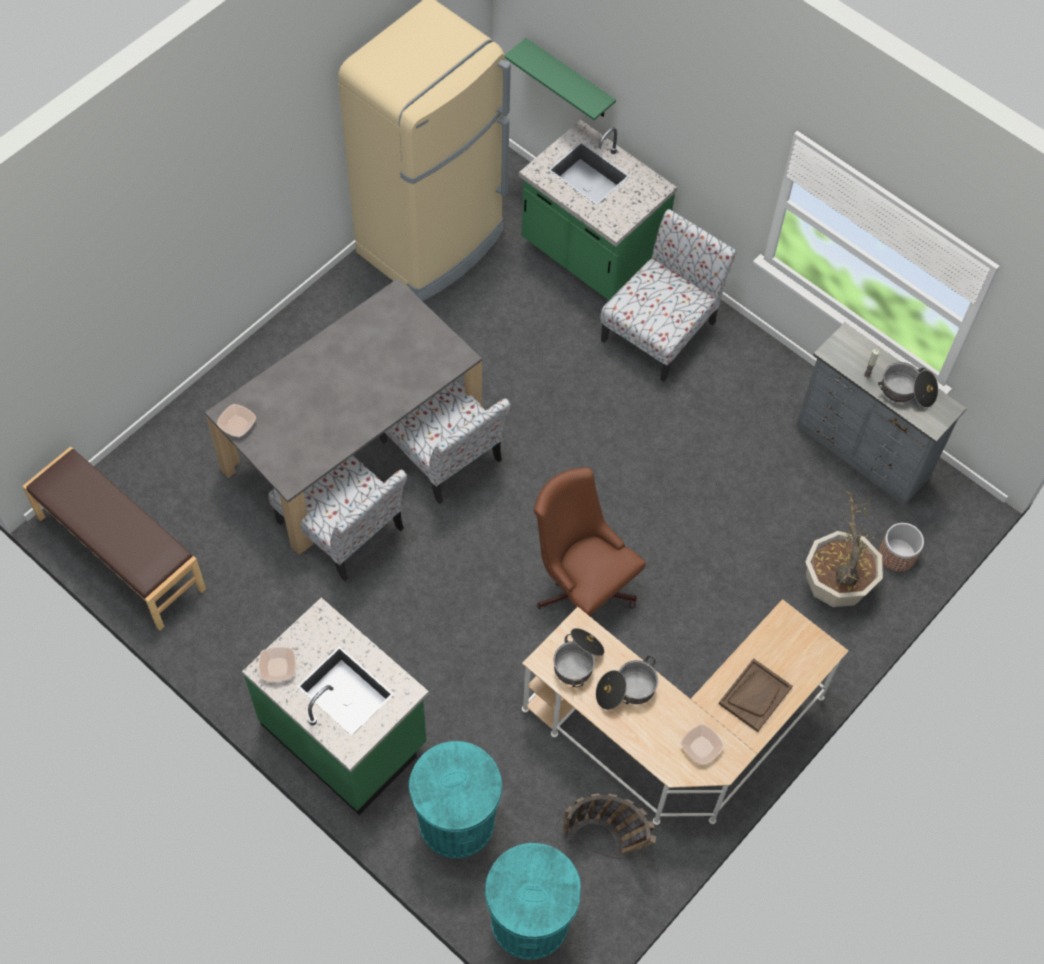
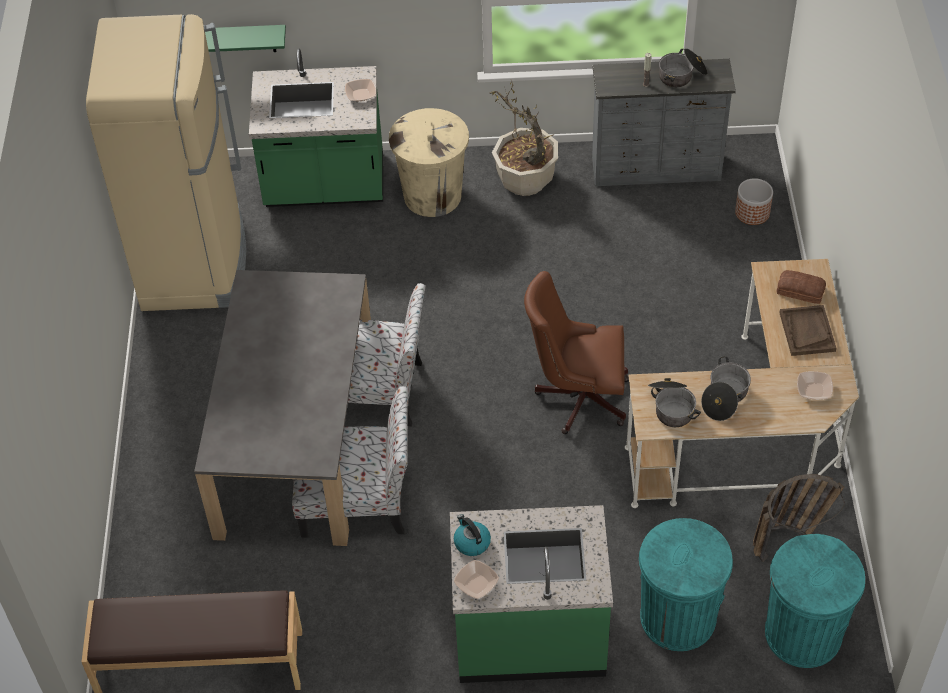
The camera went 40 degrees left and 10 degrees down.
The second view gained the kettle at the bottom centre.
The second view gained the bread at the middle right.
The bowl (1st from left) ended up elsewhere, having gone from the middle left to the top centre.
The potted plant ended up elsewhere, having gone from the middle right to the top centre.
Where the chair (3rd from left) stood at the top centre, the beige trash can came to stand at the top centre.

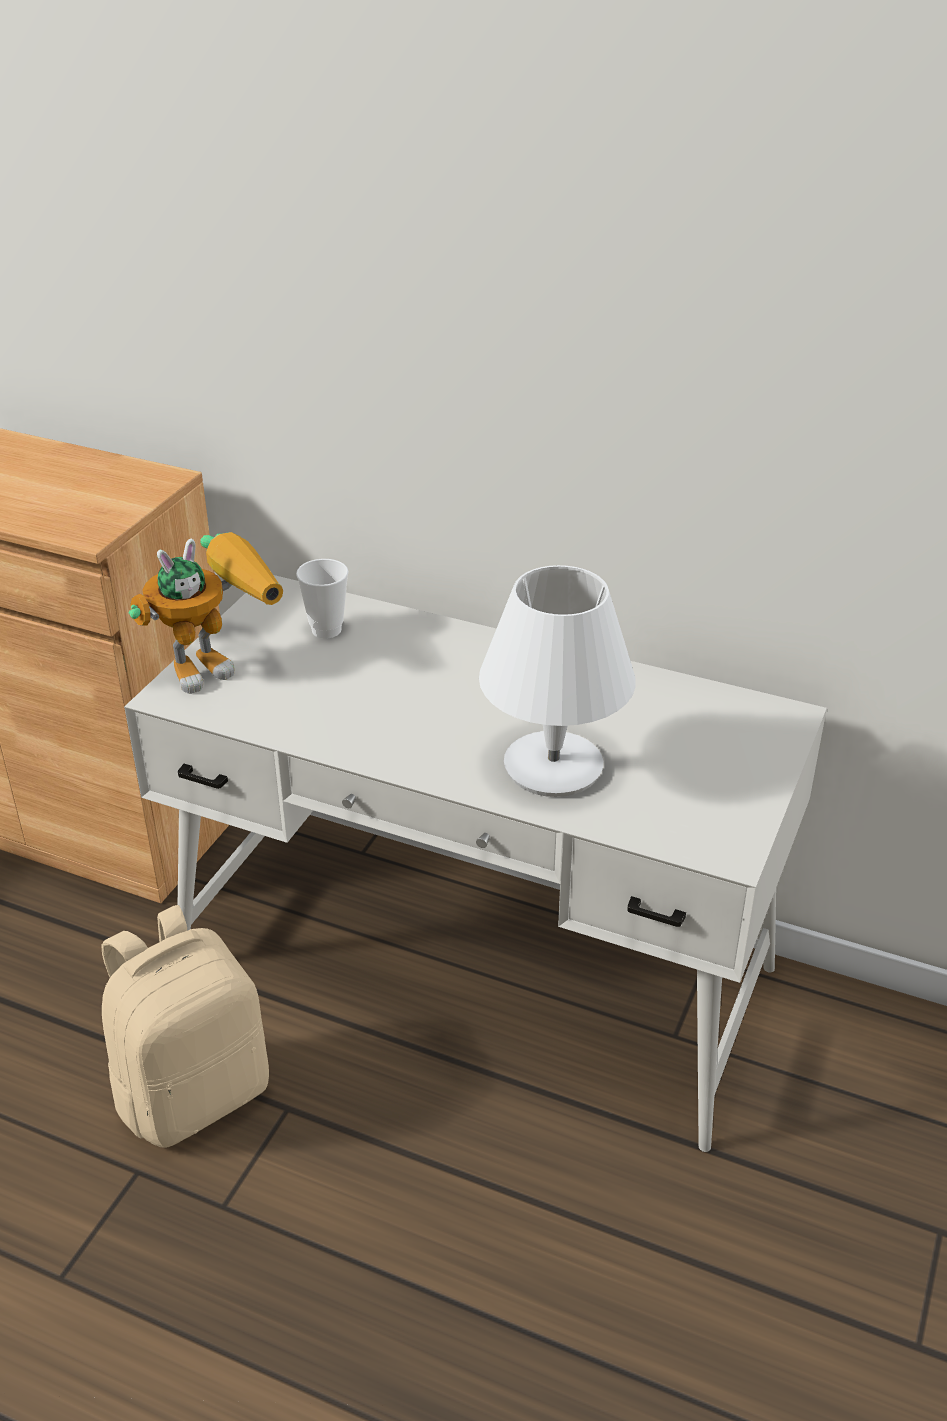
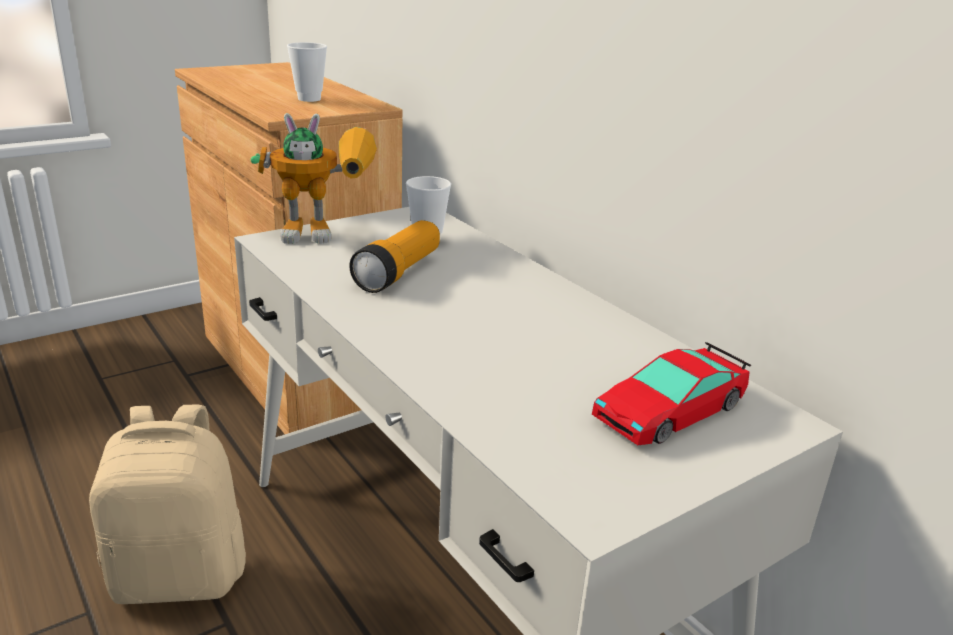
The camera went 30 degrees right and 10 degrees down.
The second view lost the white table lamp at the centre.
The second view gained the cup (1st from left) at the top left.
The second view gained the flashlight at the centre.
The second view gained the toy car at the middle right.

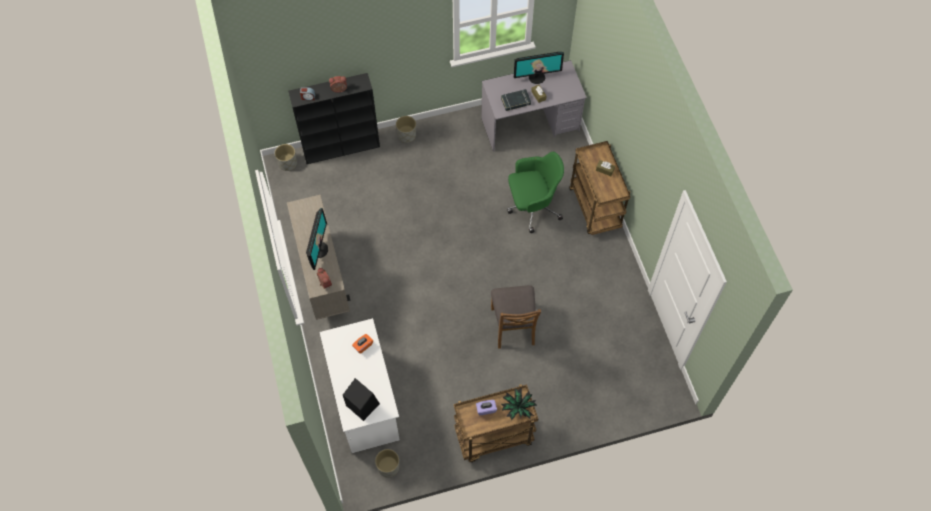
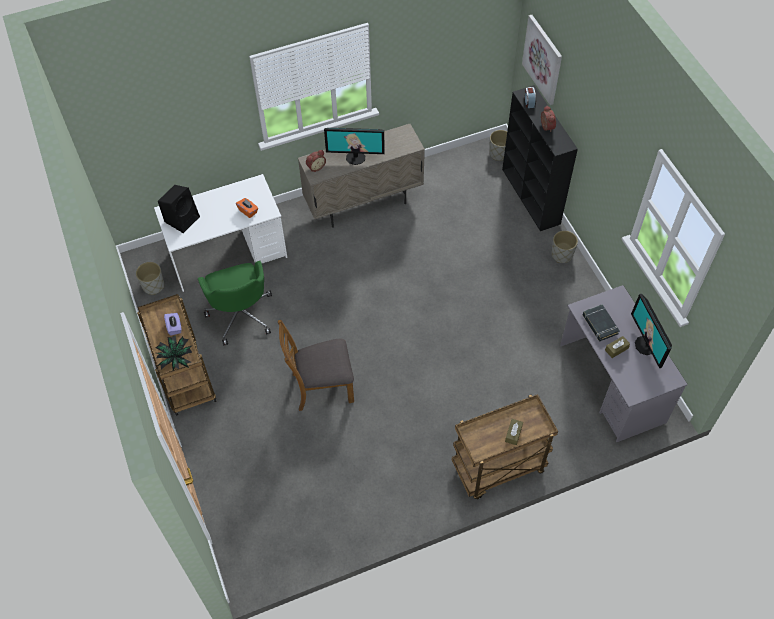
The camera went 85 degrees right and 5 degrees down.
The second view gained the picture at the top right.
The green office chair ended up elsewhere, having gone from the centre to the middle left.

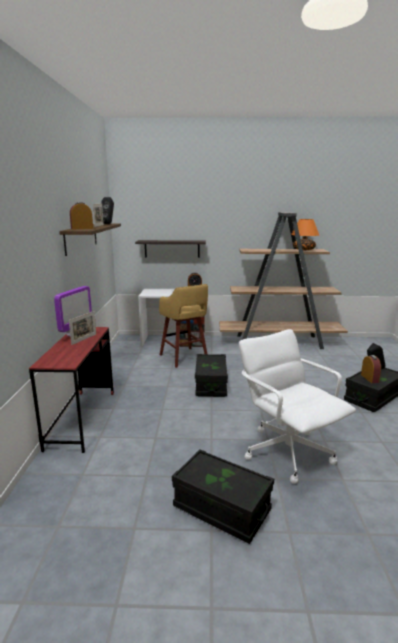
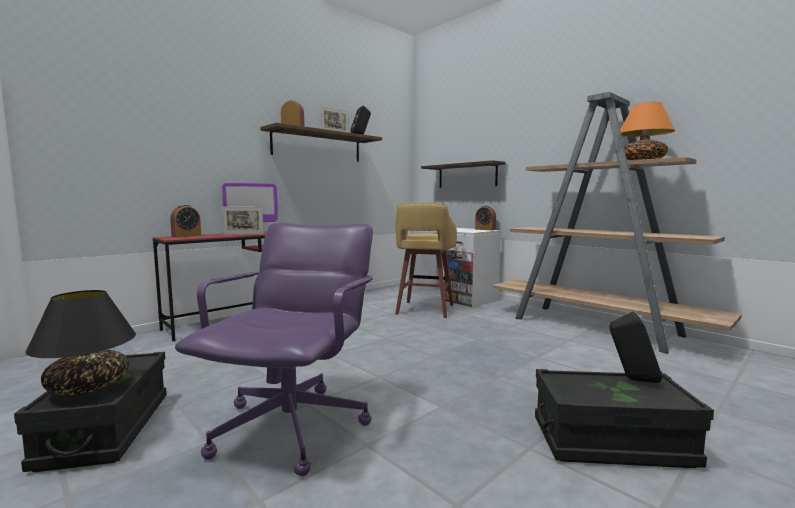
The camera went 45 degrees right and 10 degrees down.
The second view lost the black storage box (1st from left) at the centre.
The second view gained the black table lamp at the bottom left.
The alarm clock (3rd from left in the first image) ended up elsewhere, having gone from the middle right to the middle left.
What was the white office chair at the middle right turned into the purple office chair at the bottom centre.

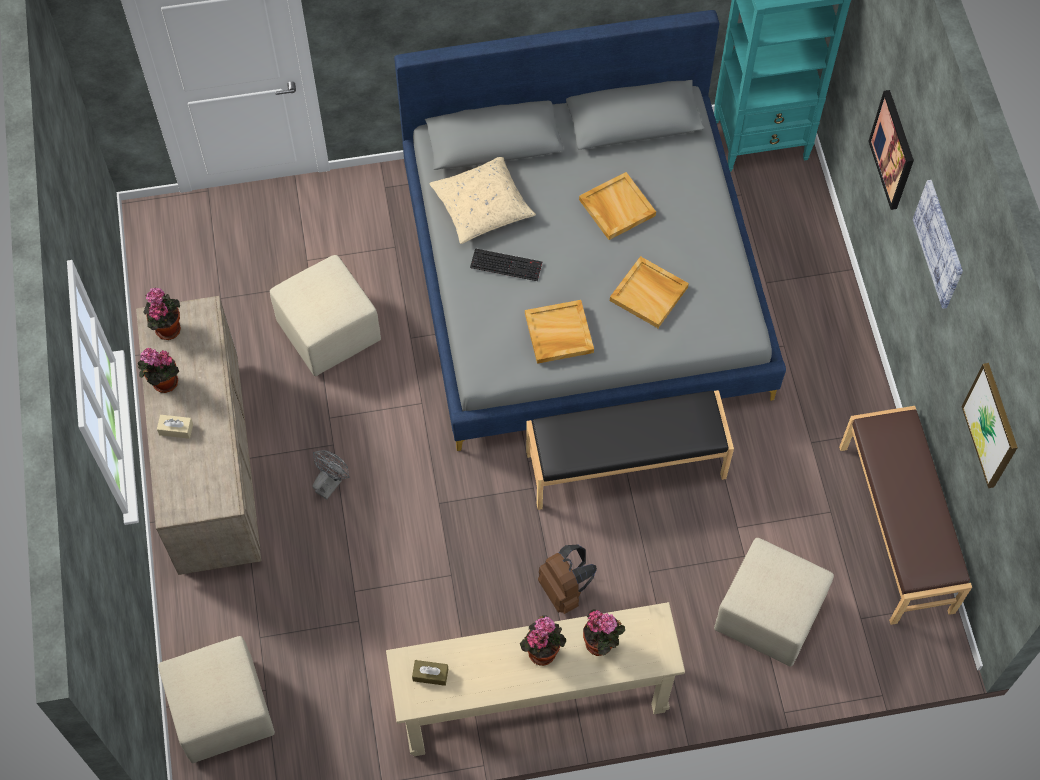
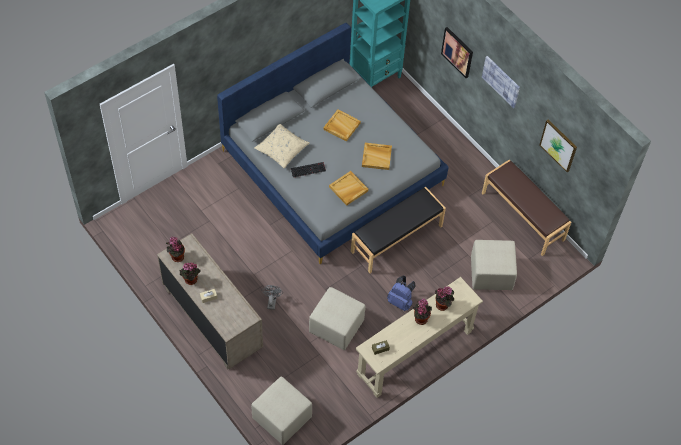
The camera went 30 degrees left and 5 degrees down.
The beige ottoman (2nd from left) ended up elsewhere, having gone from the middle left to the bottom centre.
What was the brown backpack at the bottom centre turned into the blue backpack at the centre.

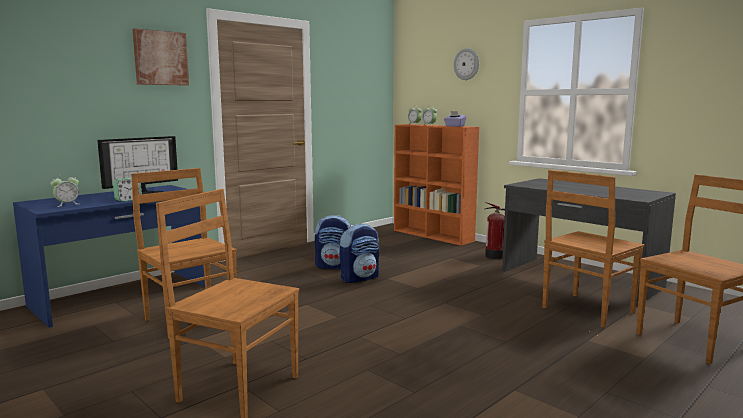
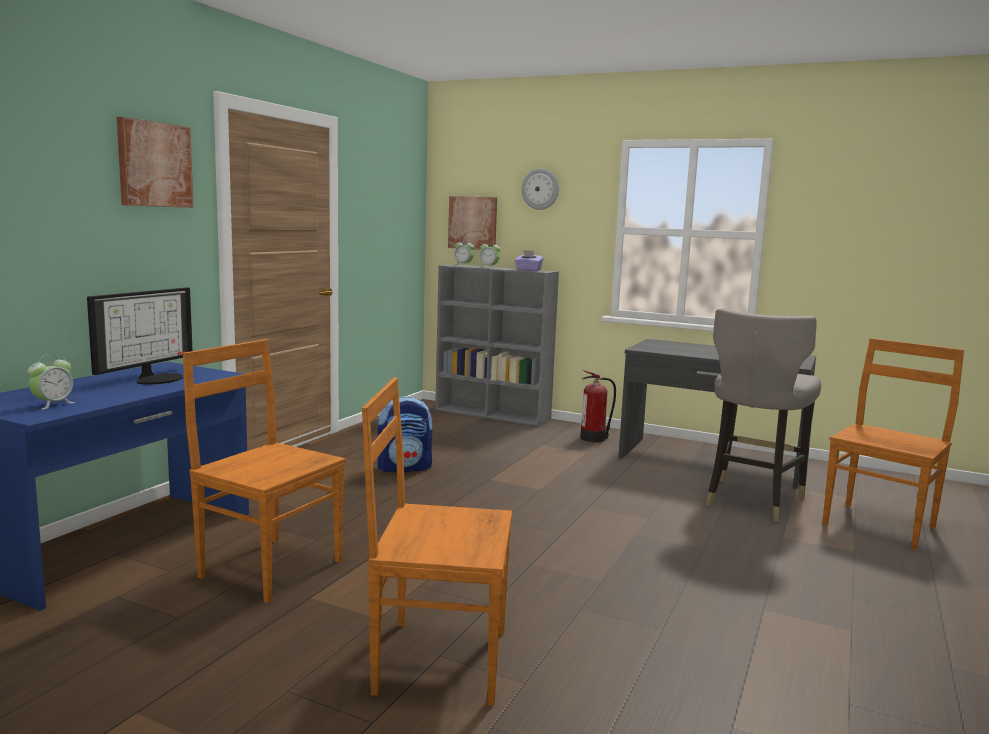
The camera went 20 degrees left and 0 degrees up.
The second view lost the alarm clock (2nd from left) at the middle left.
The second view lost the backpack (2nd from left) at the centre.
The second view gained the picture (2nd from left) at the top centre.
Where the brown chair (3rd from left) stood at the middle right, the grey stool came to stand at the middle right.
What was the orange bookcase at the centre turned into the grey bookcase at the centre.

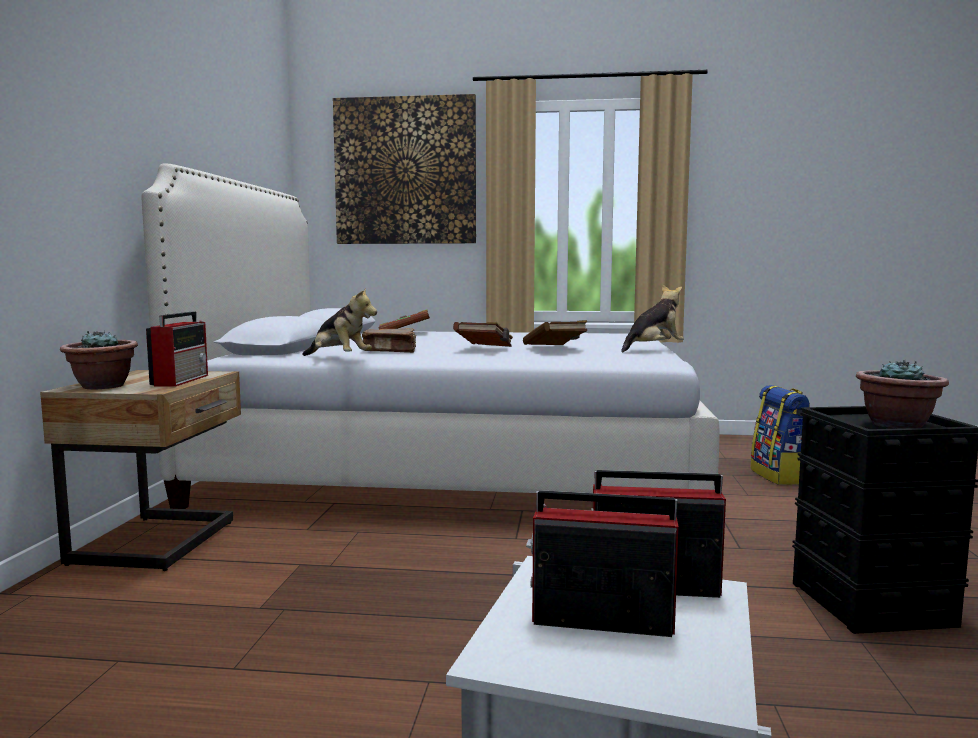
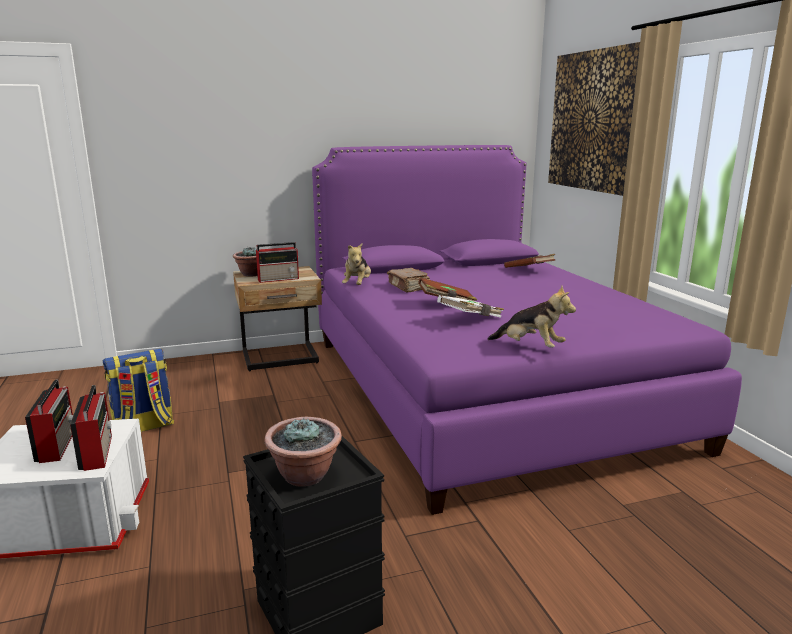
The camera went 65 degrees right and 10 degrees up.
The backpack ended up elsewhere, having gone from the middle right to the middle left.
What was the white bed at the centre turned into the purple bed at the centre.
What was the brown book (4th from left) at the centre turned into the white book at the centre.

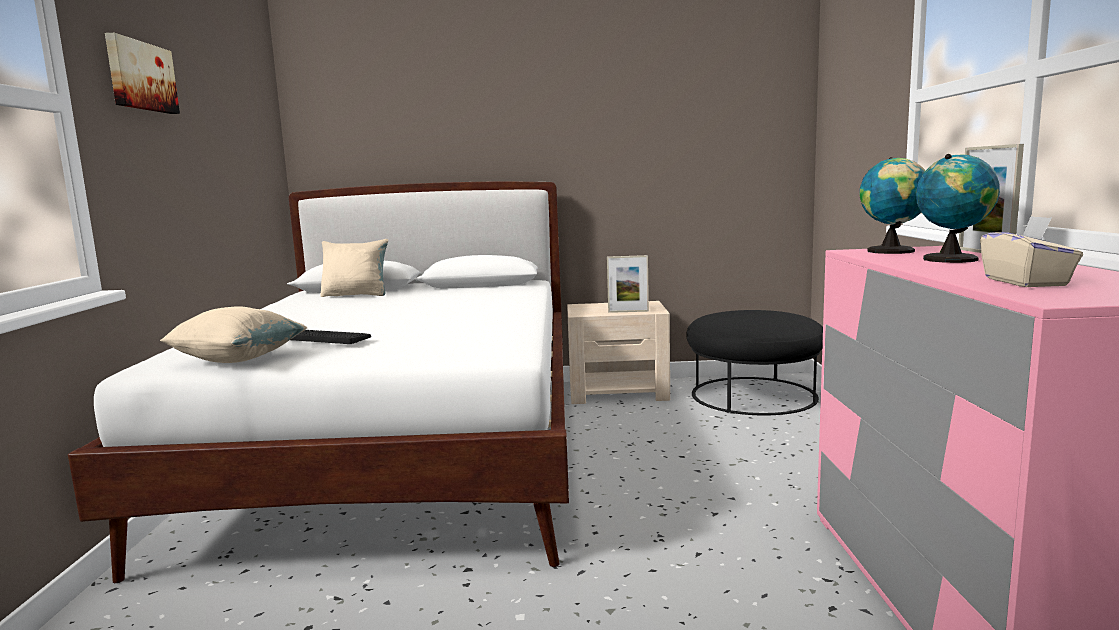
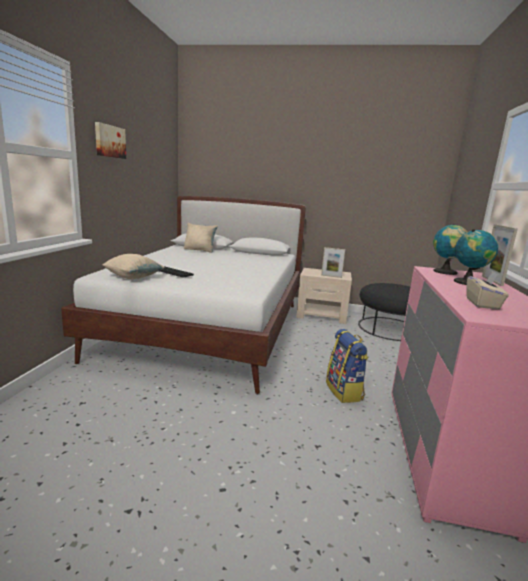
The camera went 10 degrees right and 5 degrees up.
The second view gained the backpack at the centre.

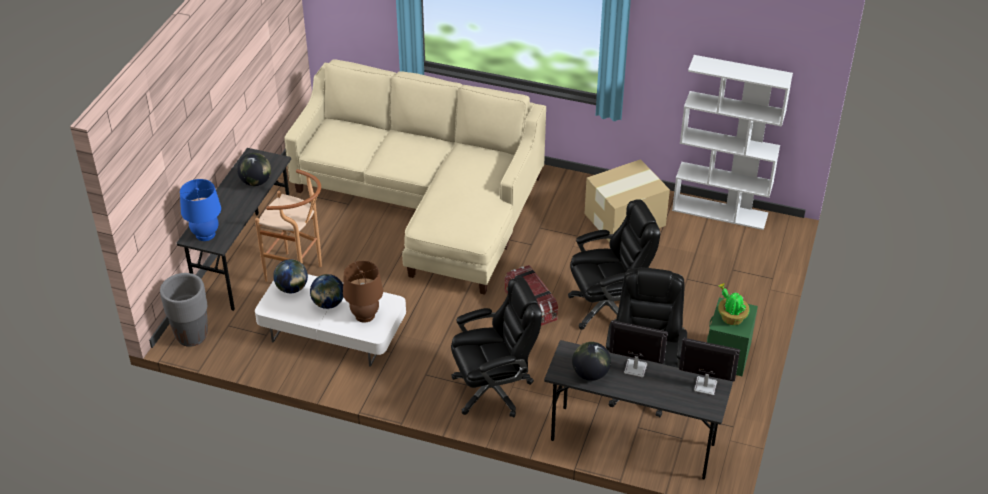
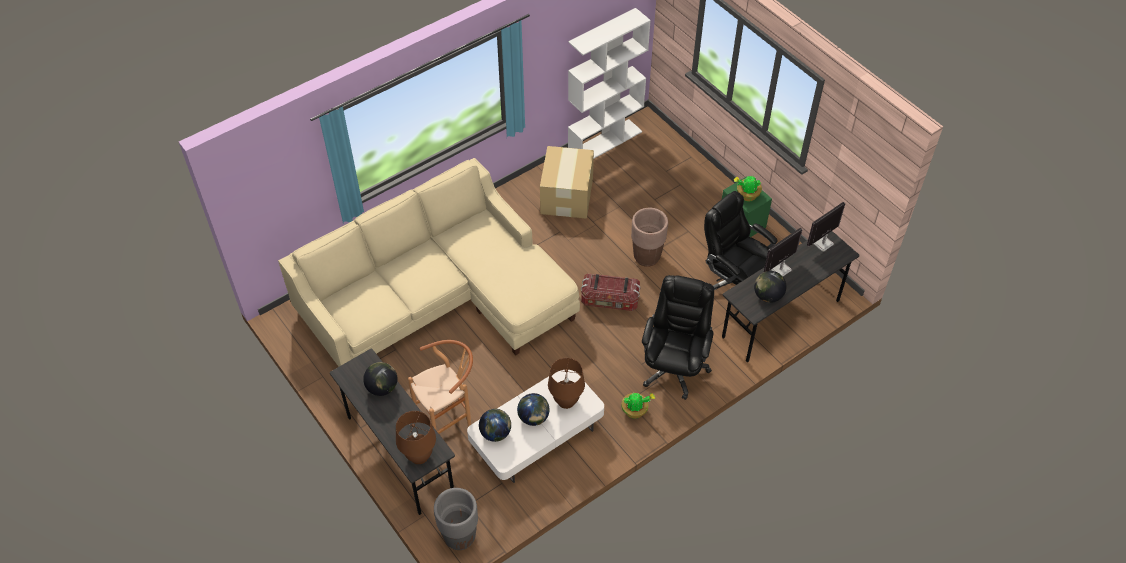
The camera went 55 degrees left and 10 degrees up.
The second view gained the potted plant (1st from left) at the bottom centre.
Where the black office chair (2nd from left) stood at the centre, the brown planter came to stand at the centre.
What was the blue table lamp at the middle left turned into the brown table lamp (1st from left) at the bottom centre.

